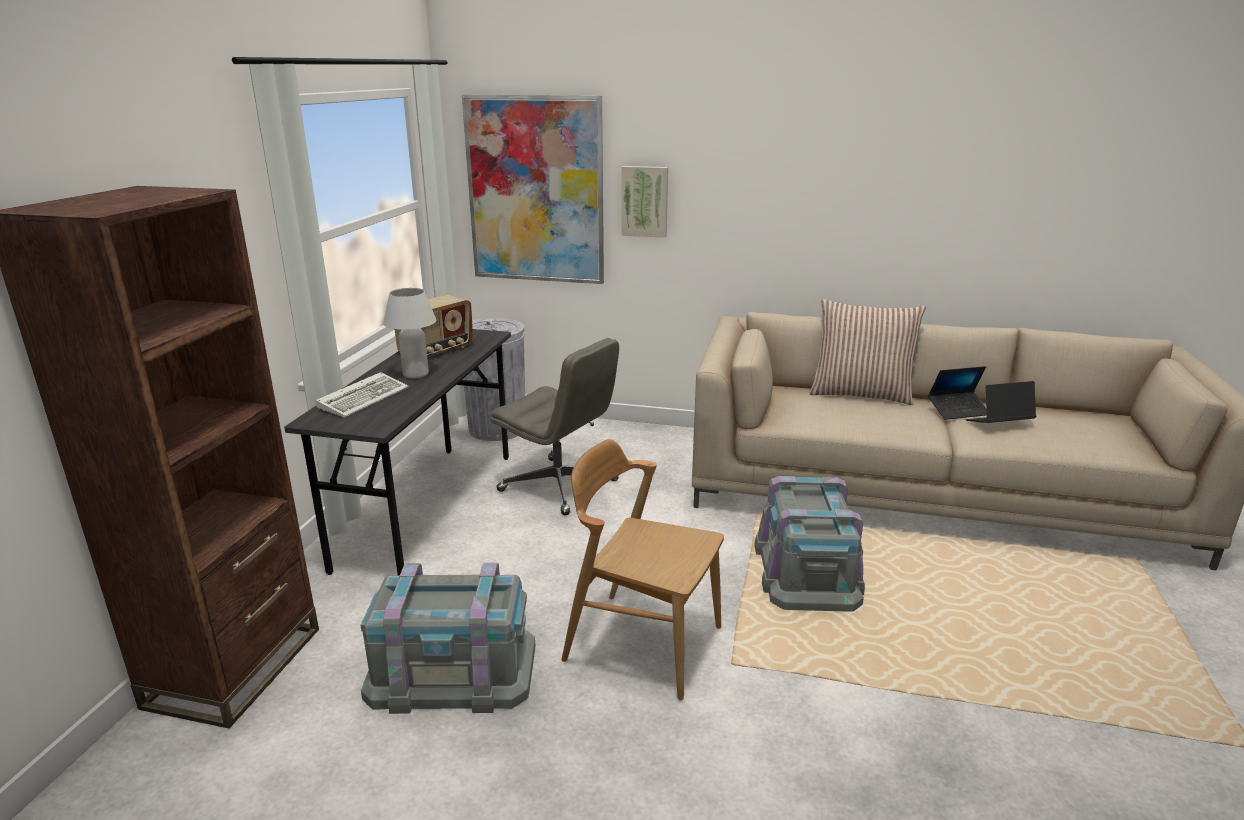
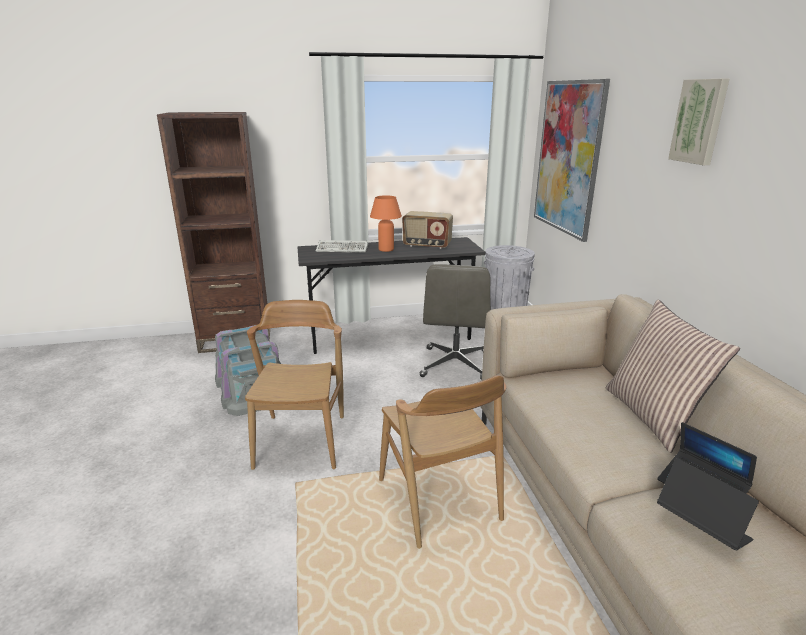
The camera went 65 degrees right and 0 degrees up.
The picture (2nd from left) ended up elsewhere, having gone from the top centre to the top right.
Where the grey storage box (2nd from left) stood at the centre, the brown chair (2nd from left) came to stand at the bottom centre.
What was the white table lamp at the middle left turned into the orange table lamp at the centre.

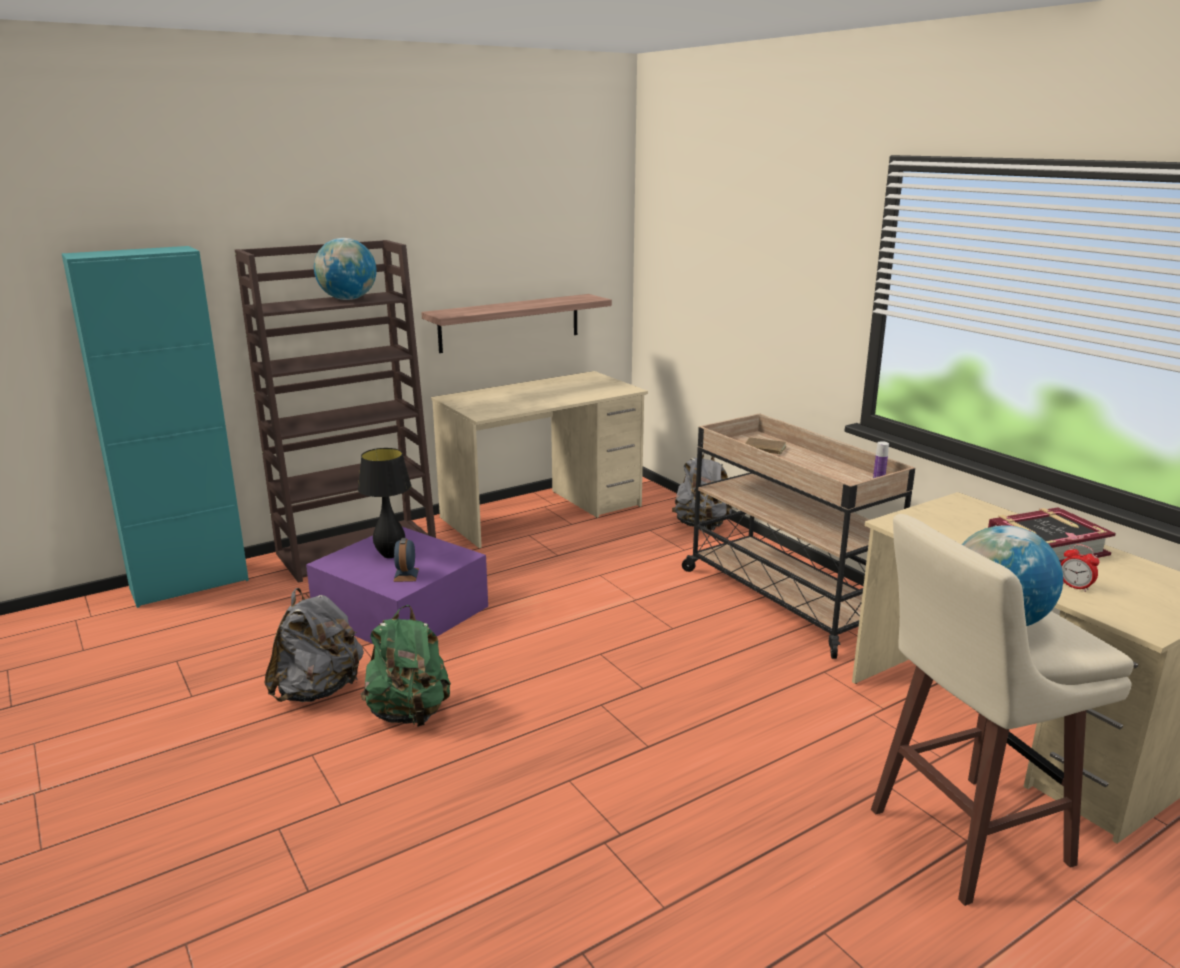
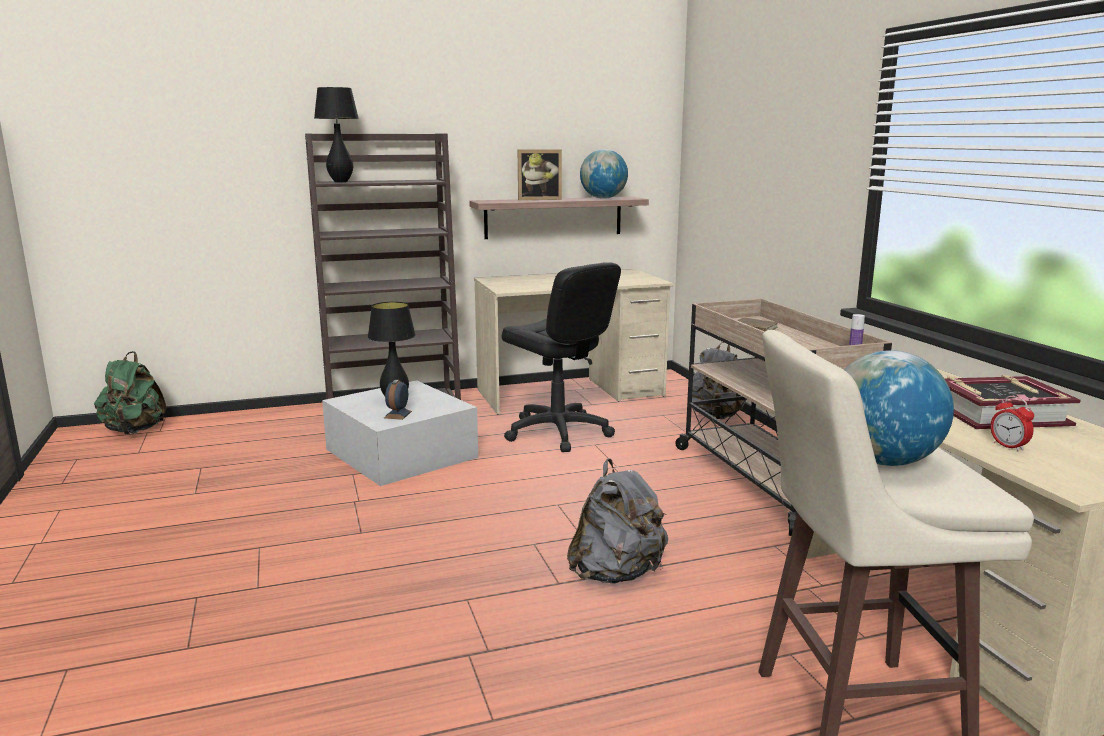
The camera went 15 degrees right and 5 degrees down.
The second view lost the turquoise cabinet at the middle left.
The second view gained the black table lamp (1st from left) at the top left.
The second view gained the black office chair at the centre.
The second view gained the picture frame at the top centre.
The grey backpack (1st from left) ended up elsewhere, having gone from the middle left to the bottom centre.
The globe (1st from left) ended up elsewhere, having gone from the top left to the top centre.
The green backpack ended up elsewhere, having gone from the bottom centre to the middle left.
What was the purple storage box at the centre turned into the white storage box at the centre.

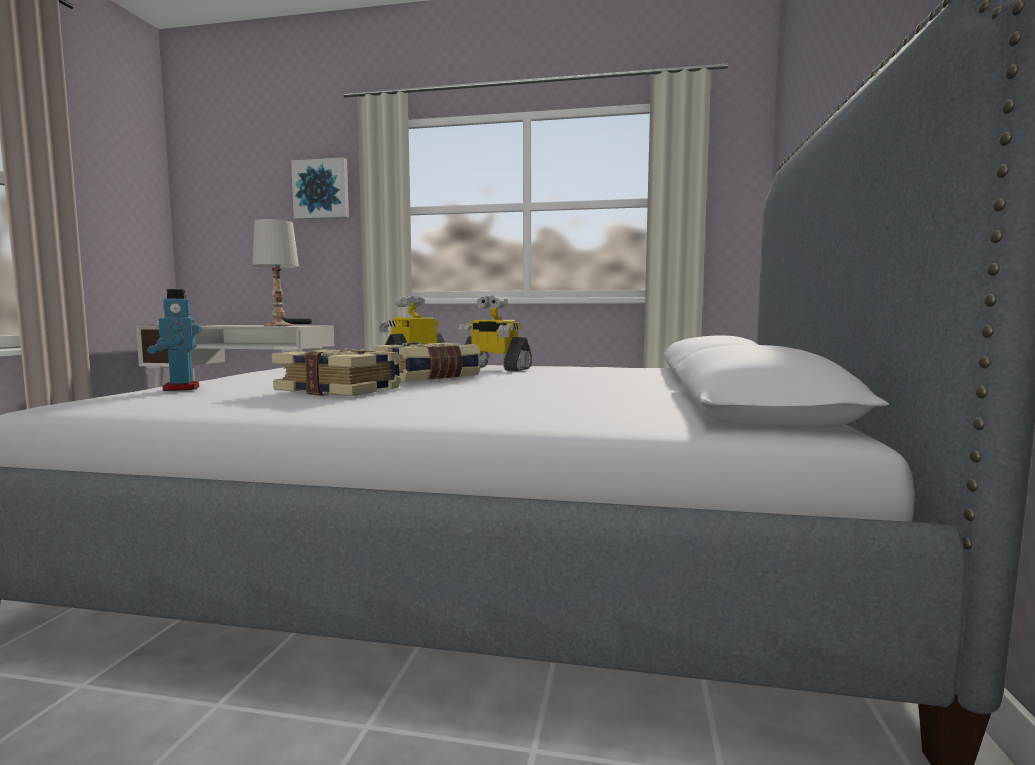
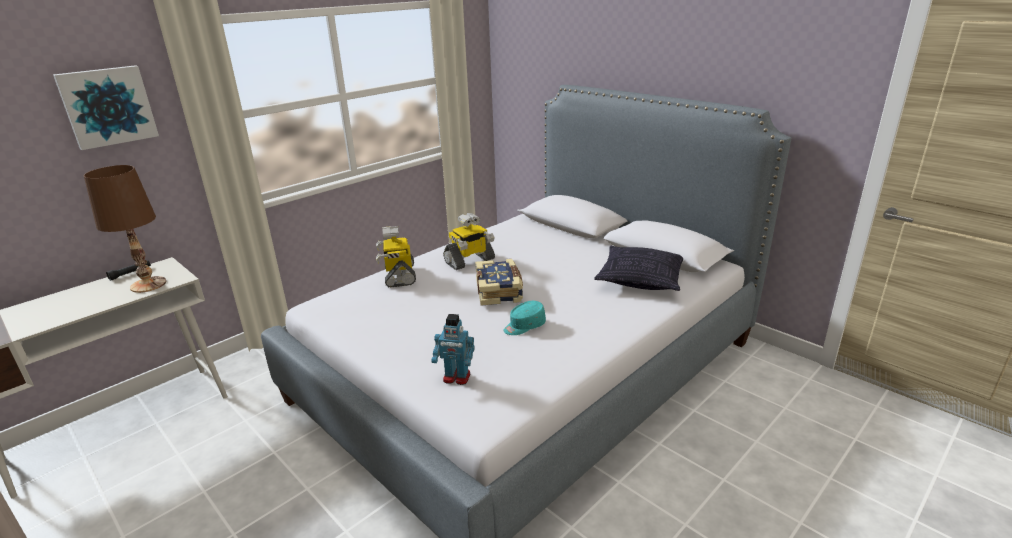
The camera went 55 degrees left and 20 degrees up.
The second view gained the pillow at the centre.
Where the book (1st from left) stood at the middle left, the turquoise cap came to stand at the centre.
What was the white table lamp at the middle left turned into the brown table lamp at the middle left.

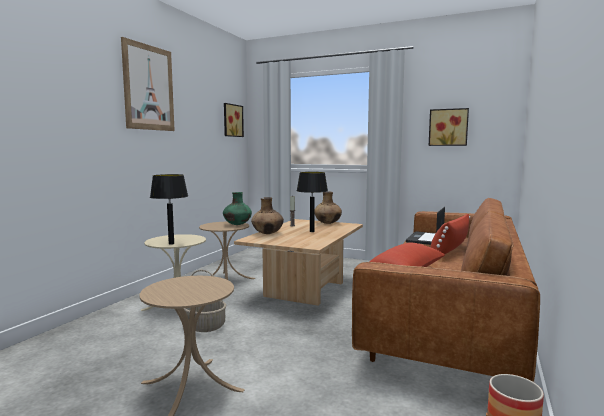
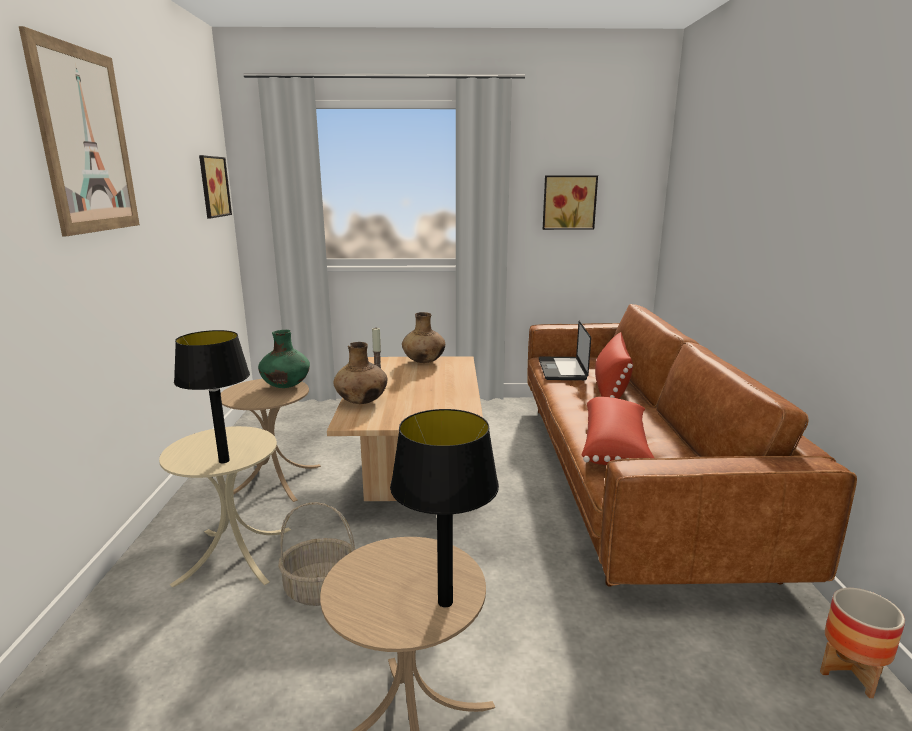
The camera went 25 degrees left and 10 degrees up.
The black table lamp (2nd from left) ended up elsewhere, having gone from the centre to the bottom centre.

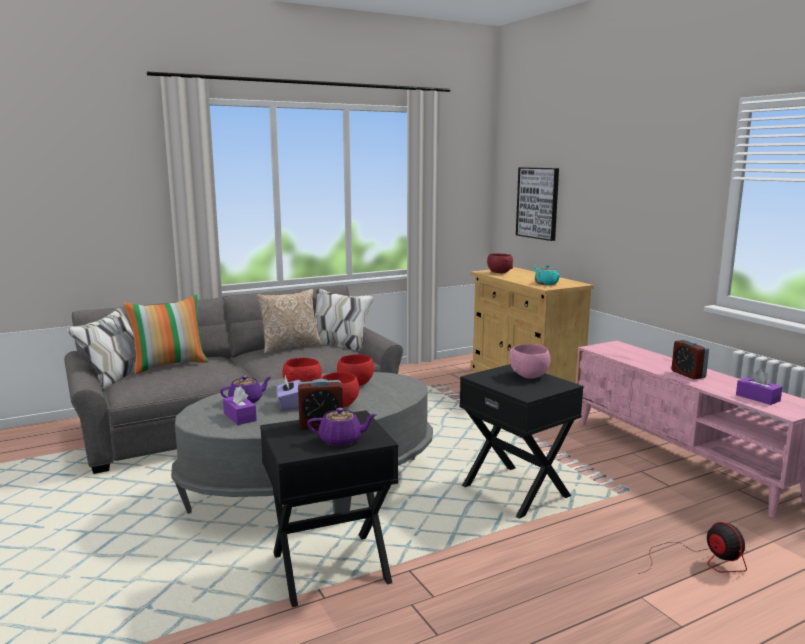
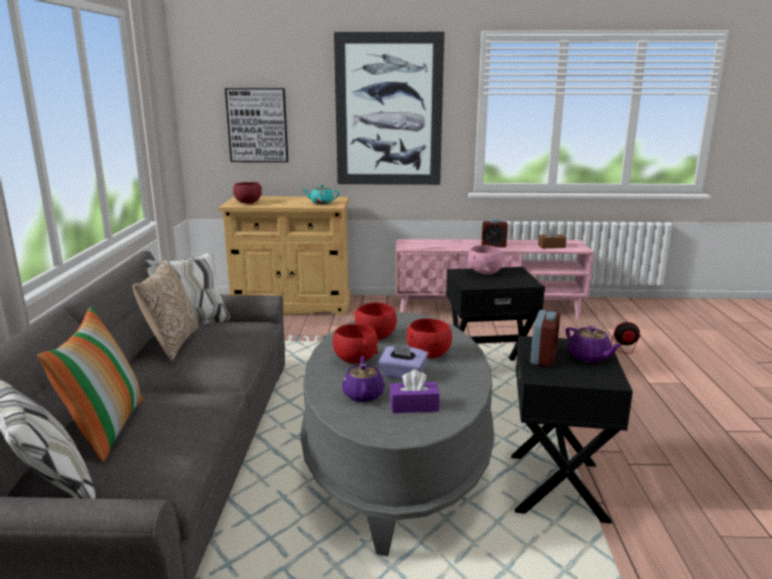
The camera went 60 degrees left and 5 degrees up.
The second view gained the picture (2nd from left) at the top centre.
What was the purple tissue box (3rd from left) at the middle right turned into the brown tissue box at the middle right.
The purple teapot (2nd from left) at the centre ended up facing another way, 120 degrees clockwise from before.

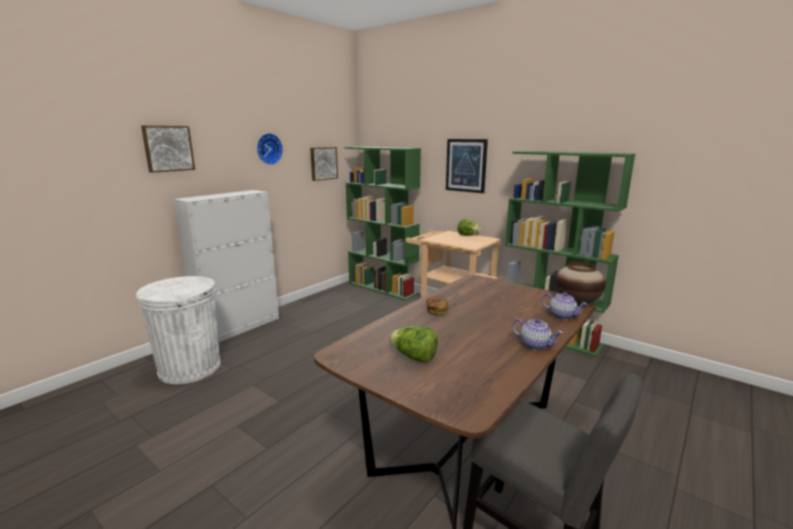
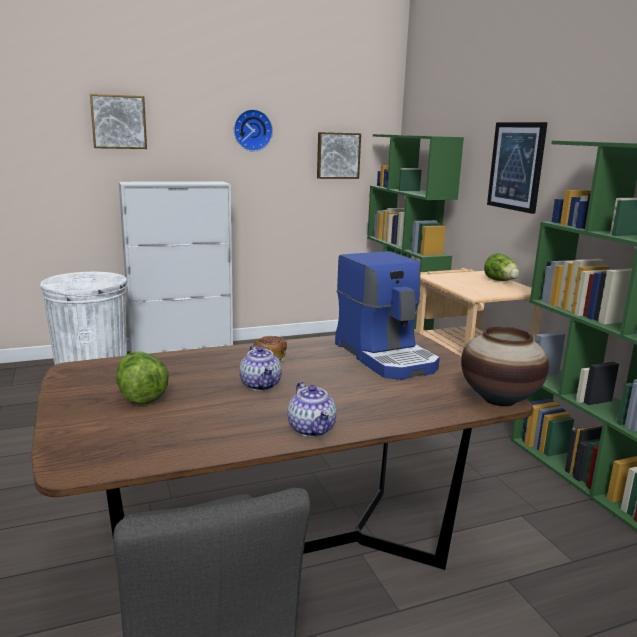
The camera went 30 degrees right and 0 degrees up.
The second view gained the coffee machine at the centre.
The teapot (2nd from left in the first image) ended up elsewhere, having gone from the middle right to the centre.

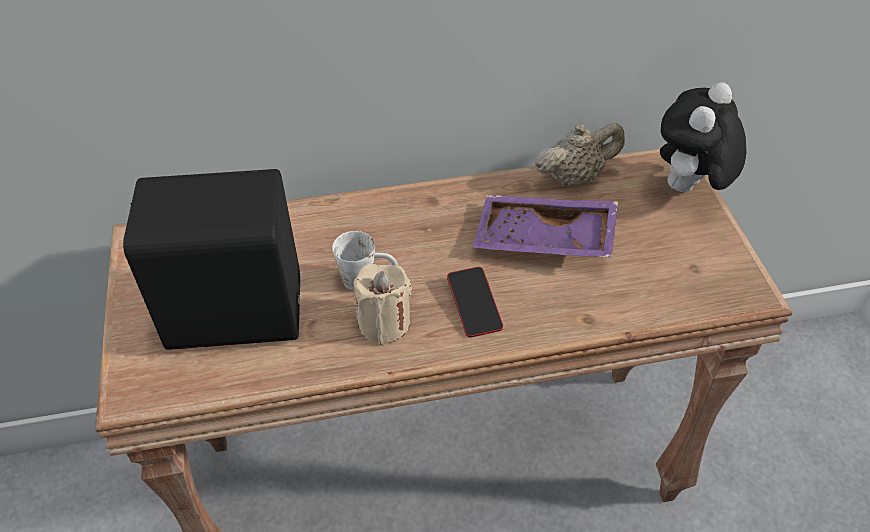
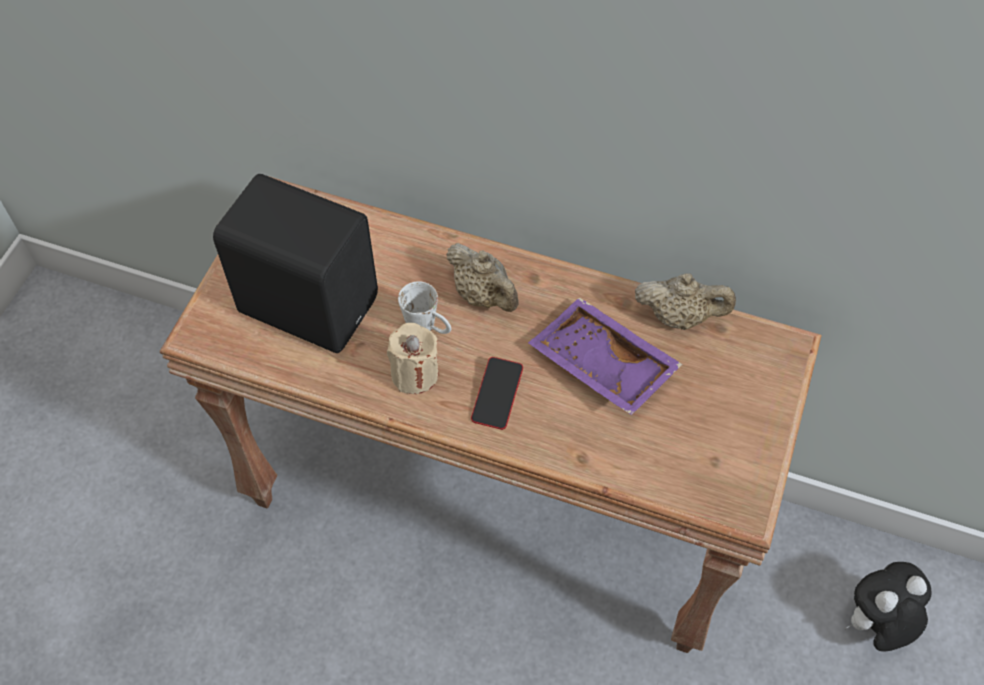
The camera went 30 degrees right and 10 degrees up.
The second view gained the beige teapot (1st from left) at the centre.
The plush toy ended up elsewhere, having gone from the top right to the bottom right.

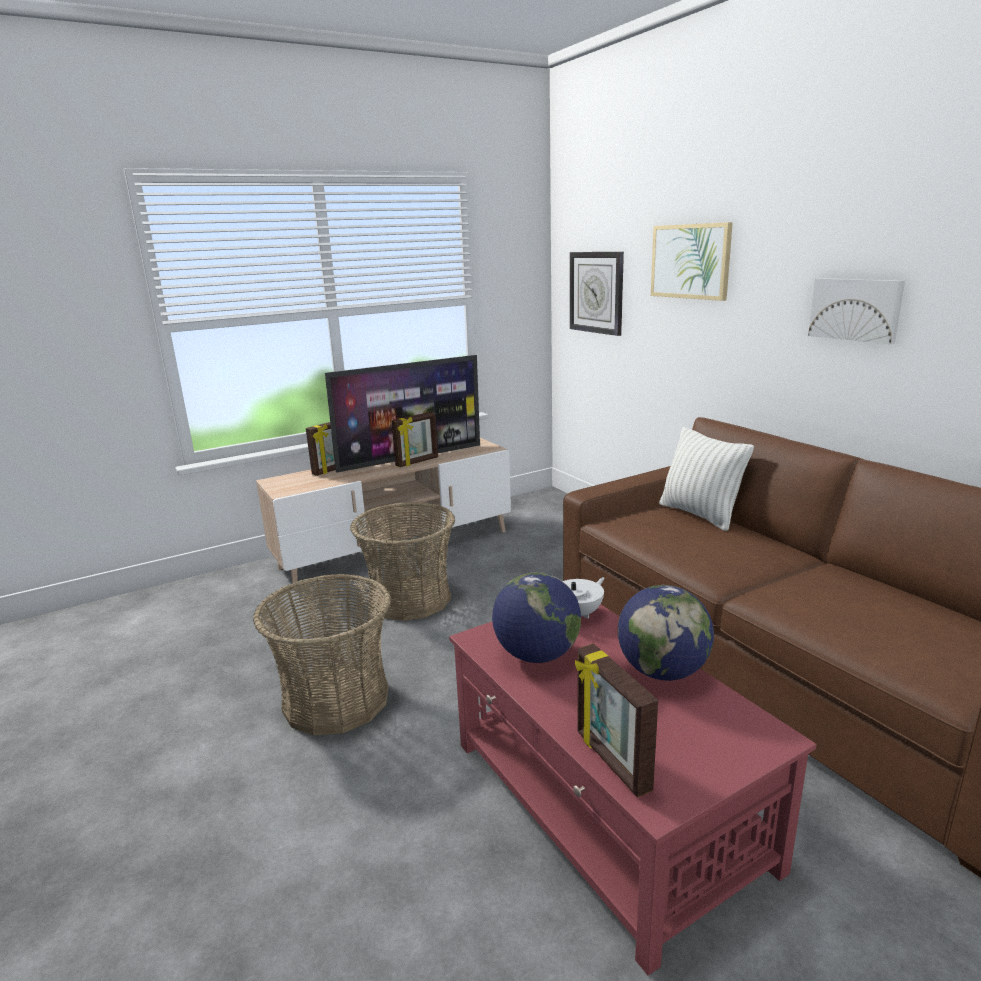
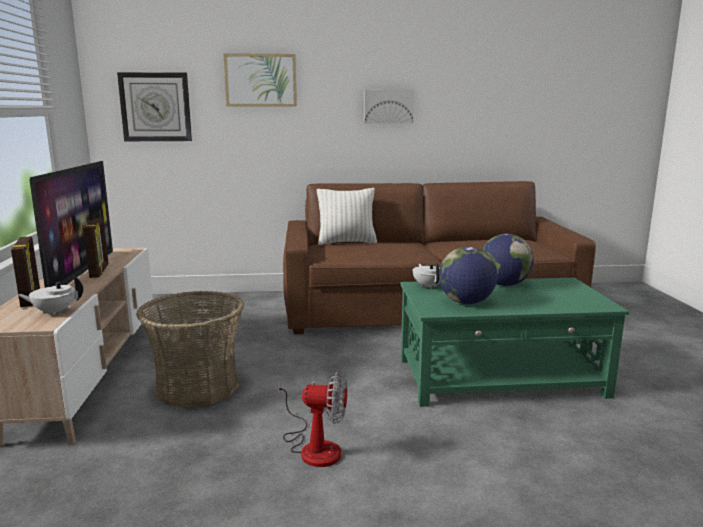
The camera went 65 degrees left and 5 degrees down.
The second view lost the picture frame (3rd from left) at the bottom centre.
The second view gained the white teapot (1st from left) at the middle left.
Where the basket (1st from left) stood at the bottom left, the fan came to stand at the bottom centre.
What was the red coffee table at the bottom centre turned into the green coffee table at the middle right.

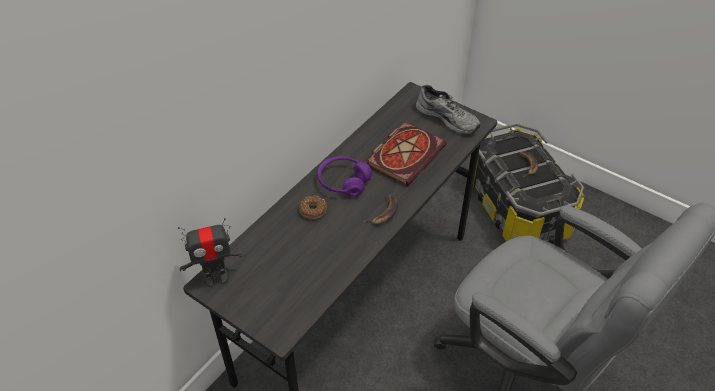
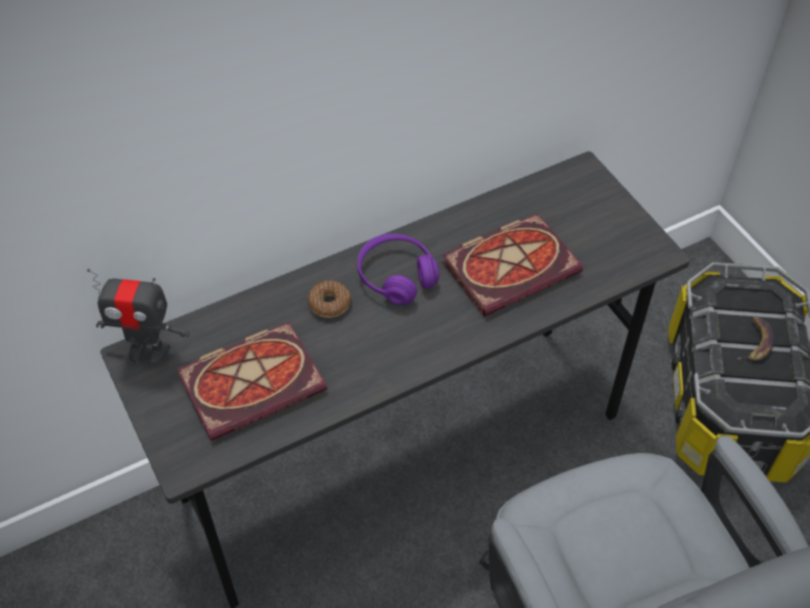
The camera went 25 degrees right and 5 degrees up.
The second view lost the banana (1st from left) at the centre.
The second view lost the grey shoe at the top centre.
The second view gained the book (1st from left) at the middle left.

